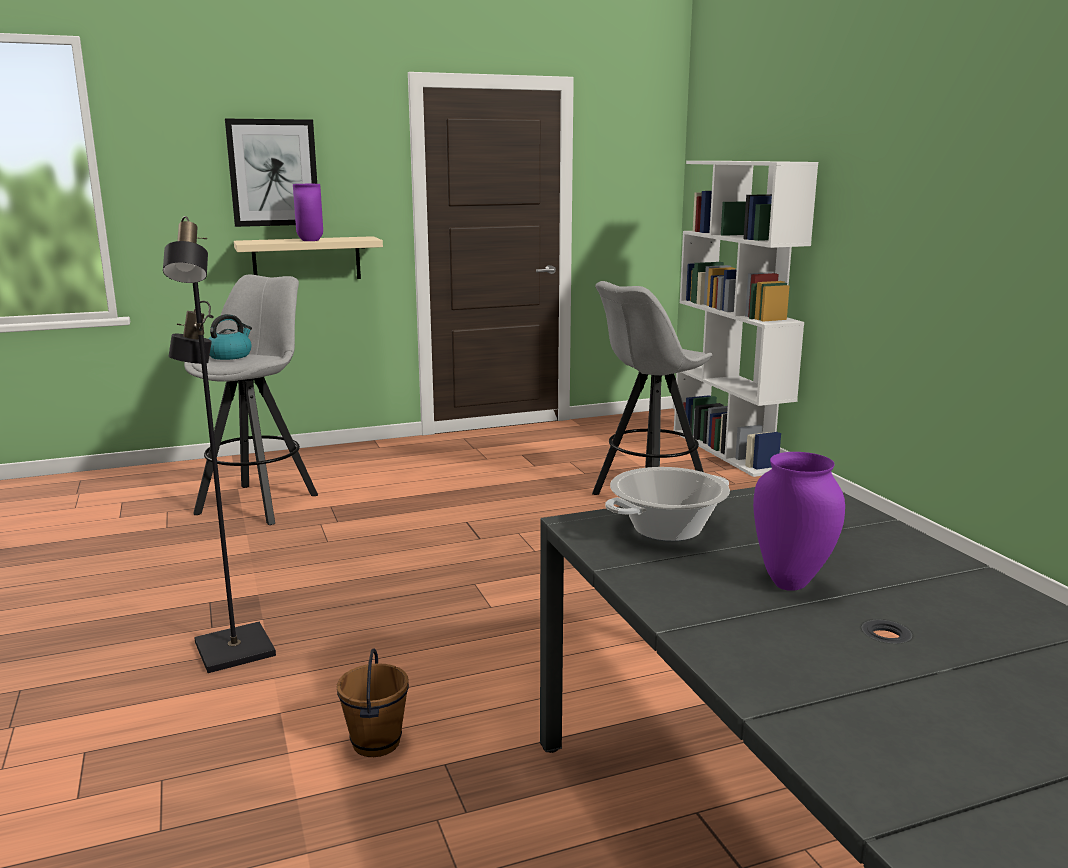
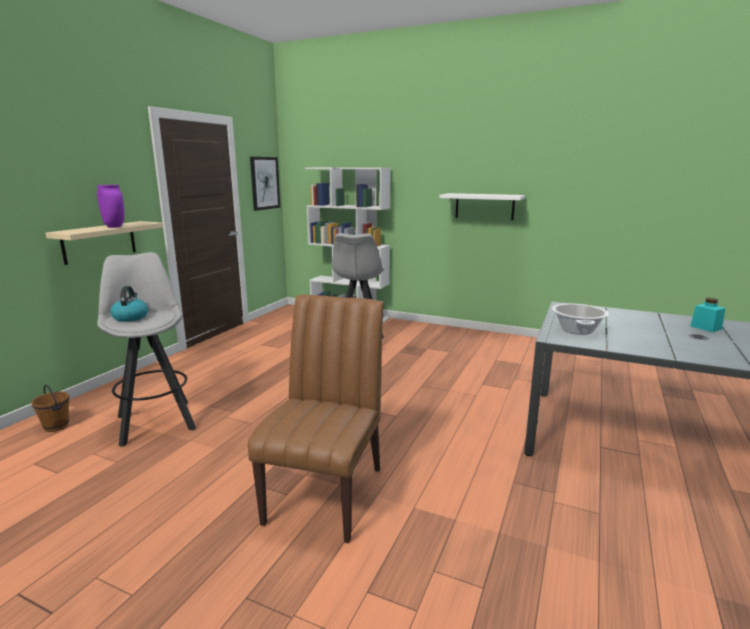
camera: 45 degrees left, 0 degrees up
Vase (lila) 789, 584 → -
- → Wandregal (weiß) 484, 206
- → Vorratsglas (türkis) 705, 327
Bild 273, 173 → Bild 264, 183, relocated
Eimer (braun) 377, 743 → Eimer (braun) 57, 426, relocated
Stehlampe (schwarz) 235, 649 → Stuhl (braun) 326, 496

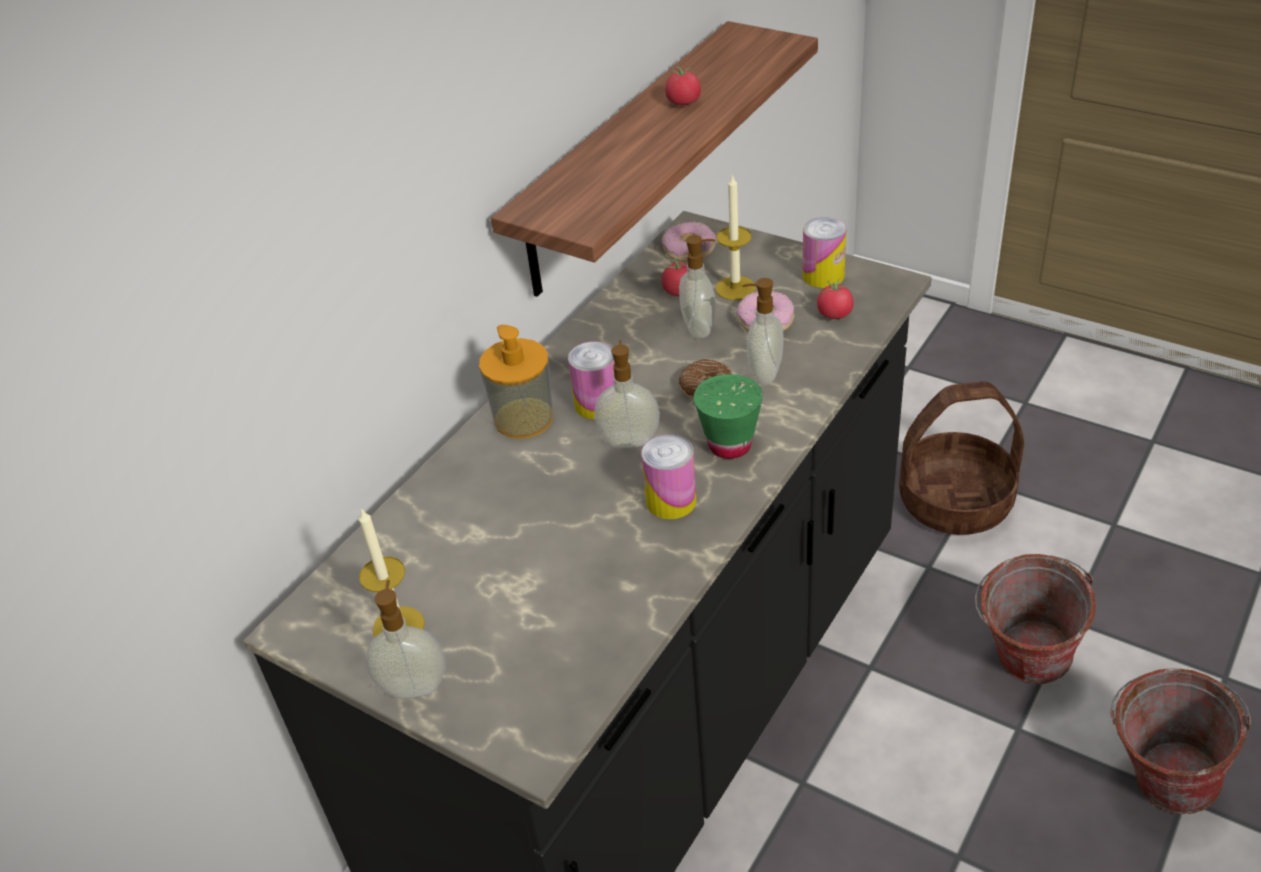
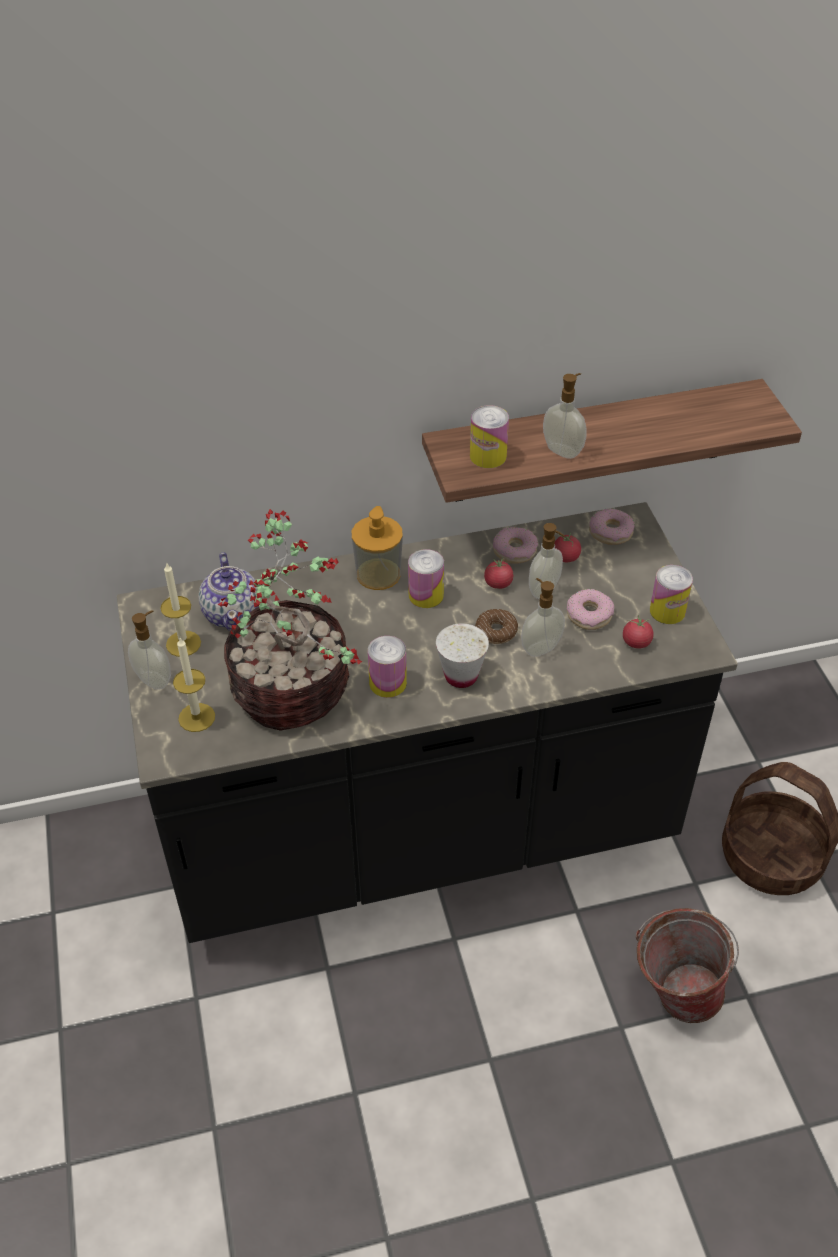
camera: 40 degrees right, 5 degrees up
Eimer 1155, 785 → -
- → Teekanne 233, 613
- → Topfpflanze 294, 690
- → Dose 488, 456
- → Donut 514, 550
Seifenspender 629, 439 → Seifenspender 563, 450, relocated
Tomate 683, 102 → Tomate 498, 583, relocated
Kerze 735, 288 → Kerze 196, 717, relocated
Tasse (grün) 729, 445 → Tasse (weiß) 461, 676

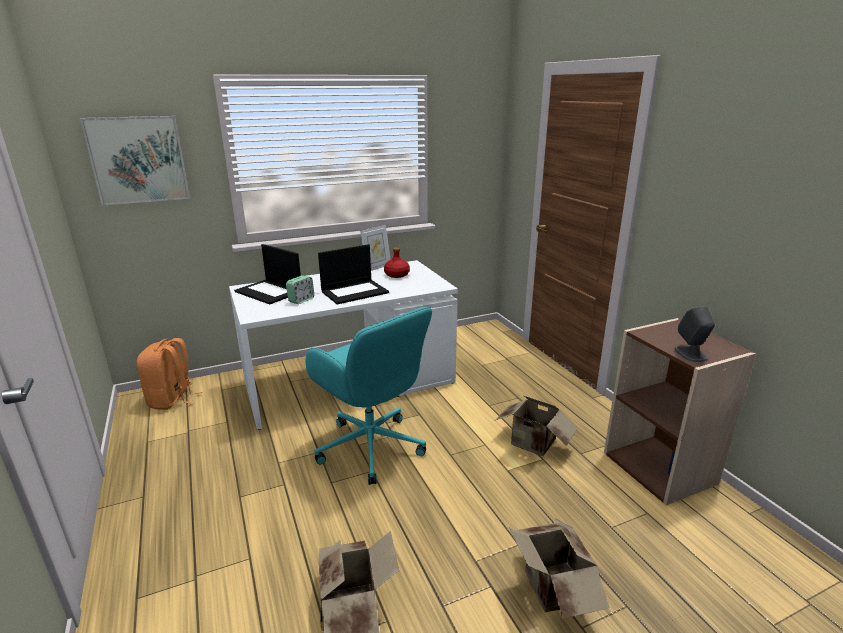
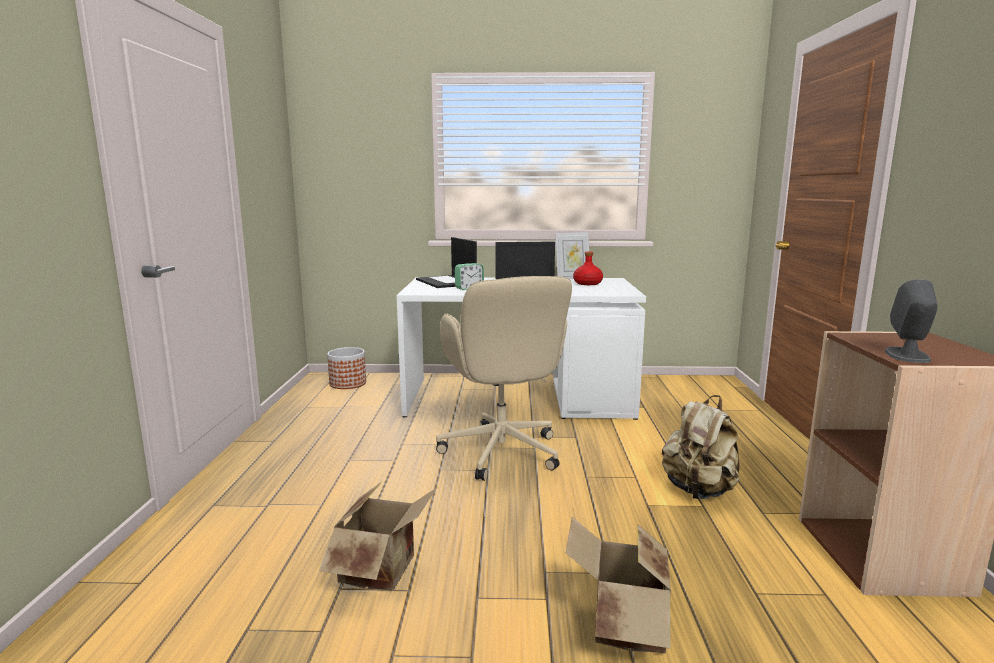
camera: 25 degrees right, 10 degrees down
Bild 138, 160 → -
Rucksack (orange) 172, 399 → Pflanzkübel 348, 383
Karton 533, 445 → Rucksack (beige) 699, 491
Bürostuhl (türkis) 371, 448 → Bürostuhl (beige) 501, 453

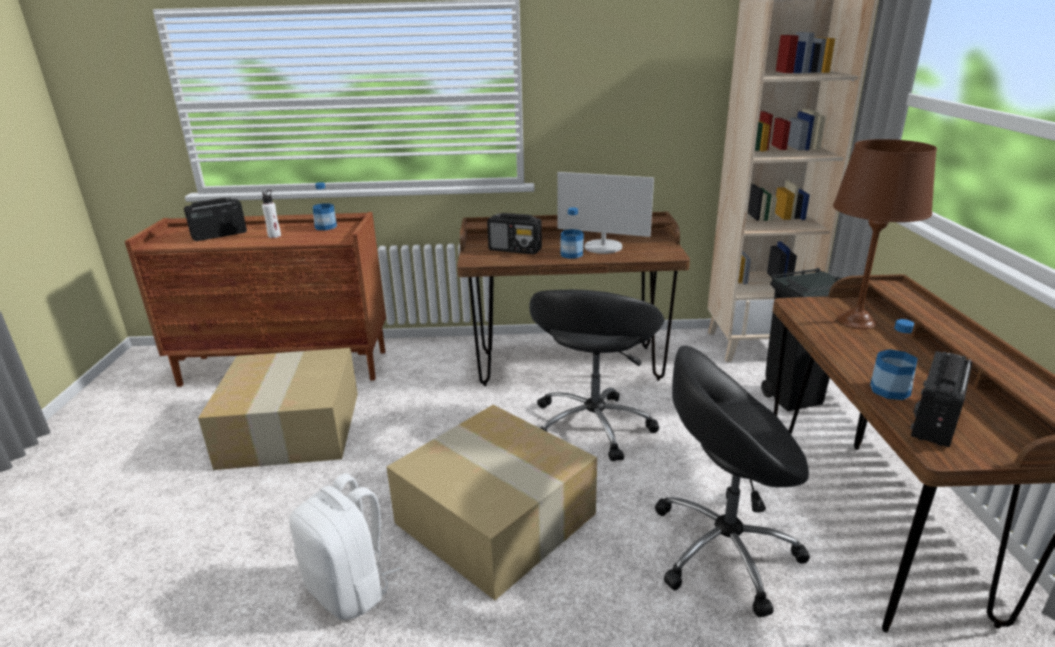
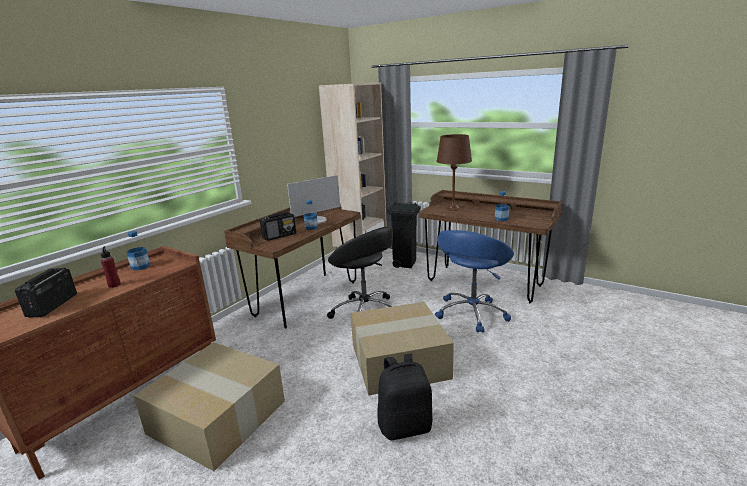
camera: 55 degrees left, 5 degrees down
Radio 934, 422 → -
Flasche (weiß) 274, 236 → Flasche (rot) 114, 285
Rucksack (weiß) 350, 589 → Rucksack (schwarz) 405, 426
Bürostuhl (schwarz) 720, 549 → Bürostuhl (blau) 471, 314

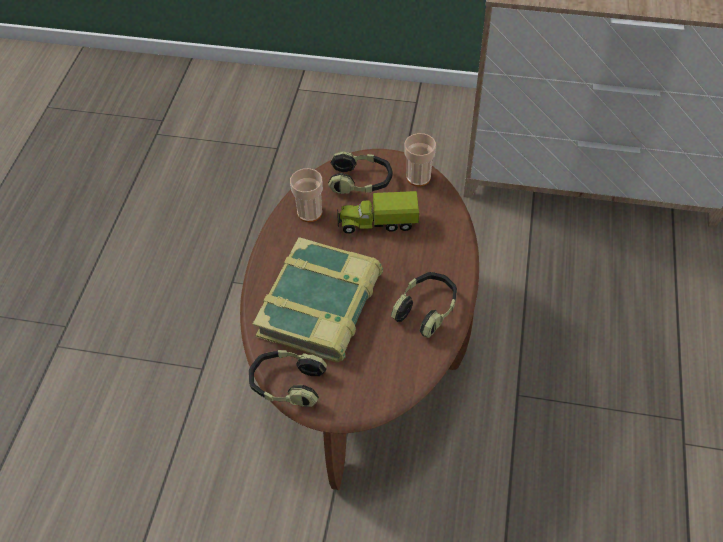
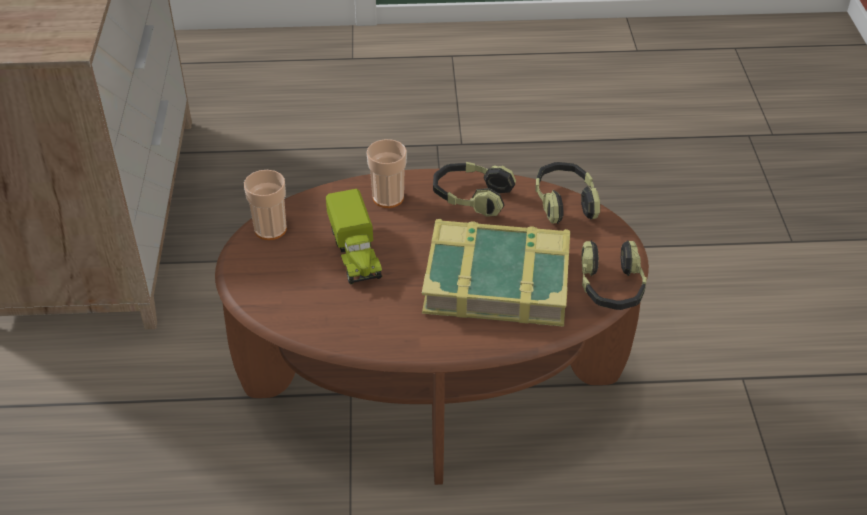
camera: 105 degrees left, 10 degrees down
Tasse 309, 212 → Tasse 388, 198, relocated
Kopfhörer 361, 181 → Kopfhörer 564, 202, relocated

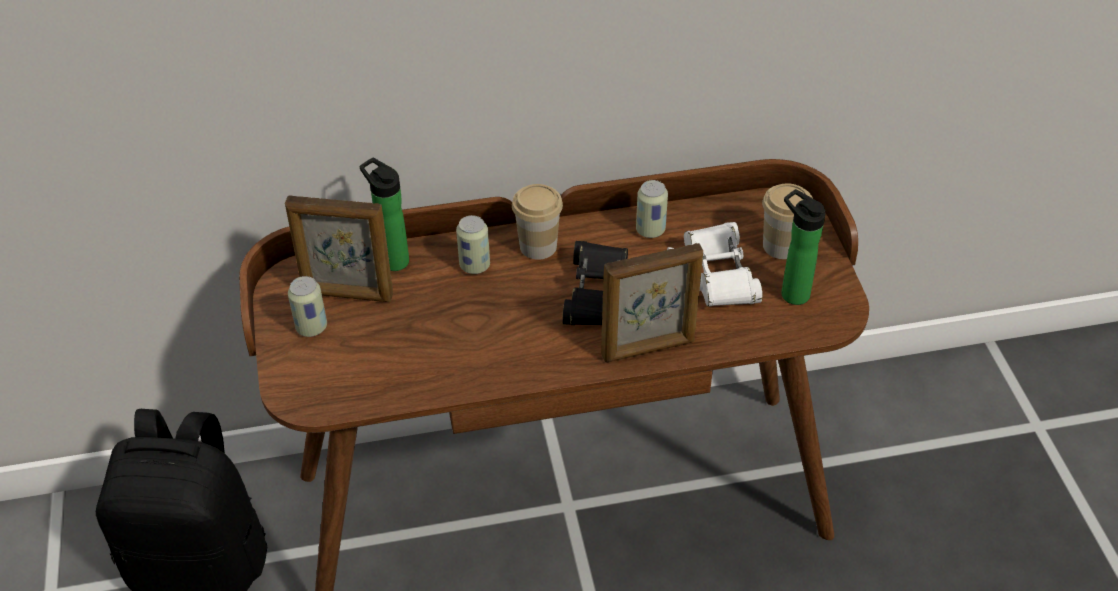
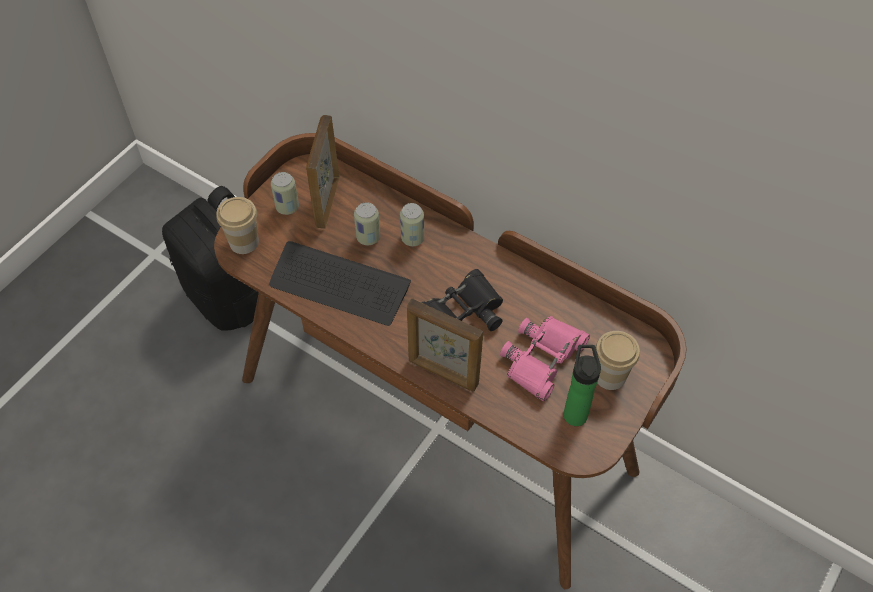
camera: 45 degrees right, 10 degrees up
Flasche 392, 259 → -
- → Tastatur 339, 285
Tasse 538, 246 → Tasse 244, 242, relocated
Dose 650, 230 → Dose 368, 238, relocated
Fernglas (weiß) 714, 274 → Fernglas (rosa) 542, 359
Bilderrahmen 348, 295 → Bilderrahmen 327, 202, 45 degrees clockwise

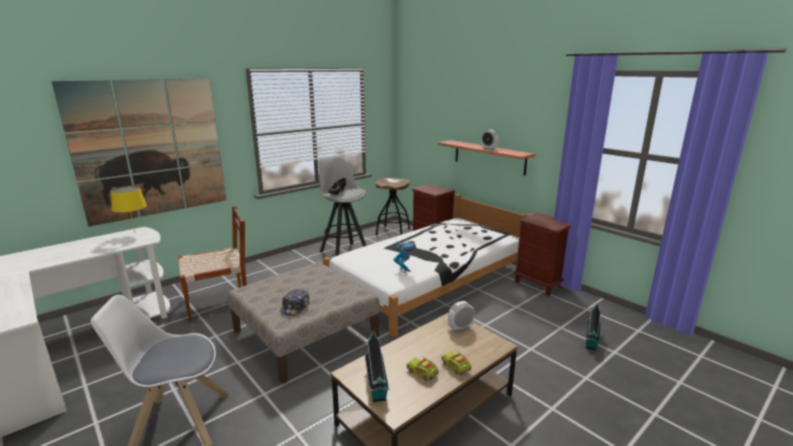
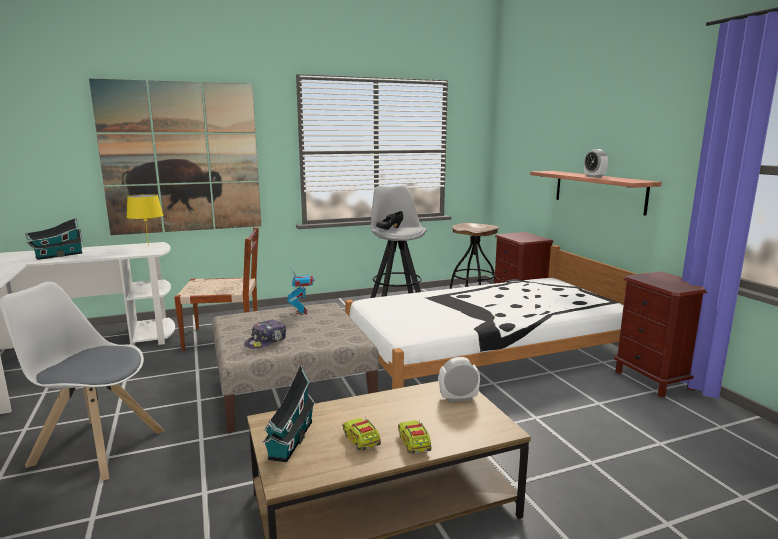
camera: 20 degrees right, 5 degrees down
Spielzeugroboter 404, 270 → Spielzeugroboter 302, 312, relocated
Spielzeughaus 591, 340 → Spielzeughaus 57, 255, relocated

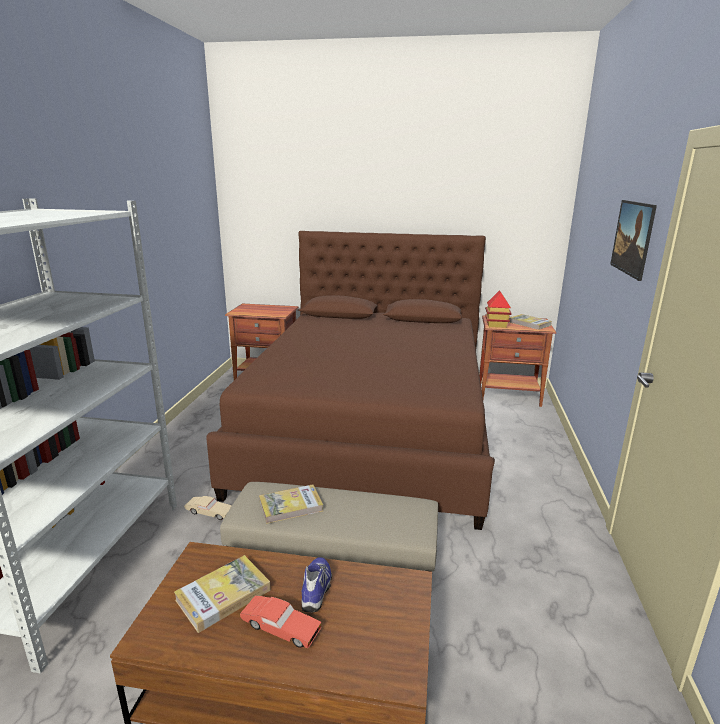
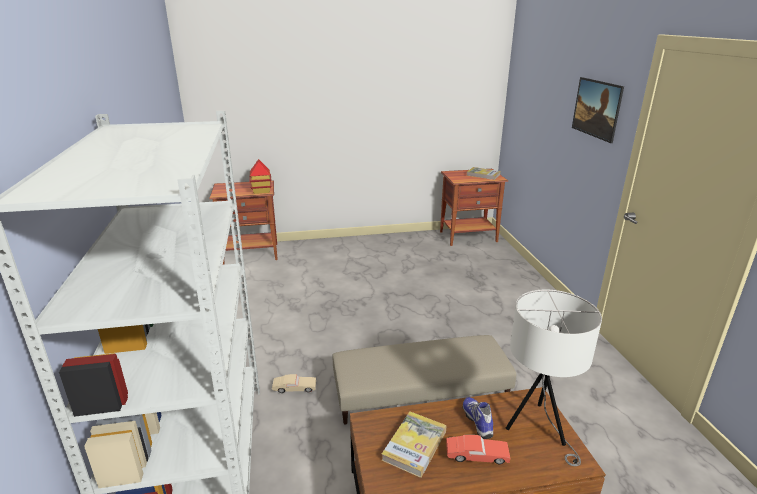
camera: 20 degrees left, 5 degrees up
Bett (braun) 370, 430 → -
Buch 291, 506 → -
- → Tischlampe (weiß) 538, 429
Spielzeughaus 496, 325 → Spielzeughaus 261, 191, relocated

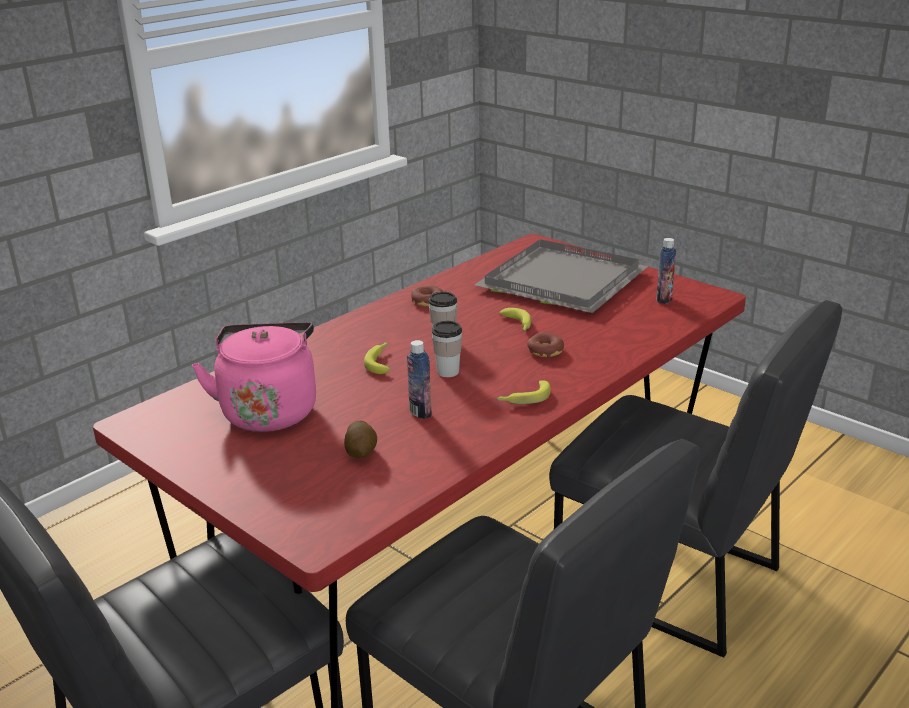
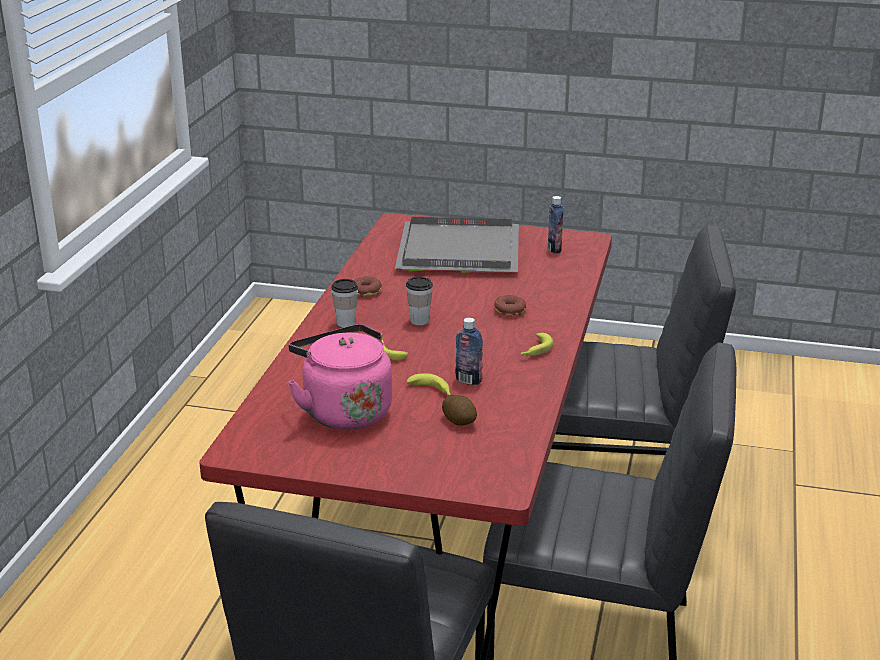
camera: 30 degrees left, 0 degrees up
Tasse 448, 372 → Tasse 346, 323, relocated
Banane 517, 325 → Banane 432, 391, relocated

